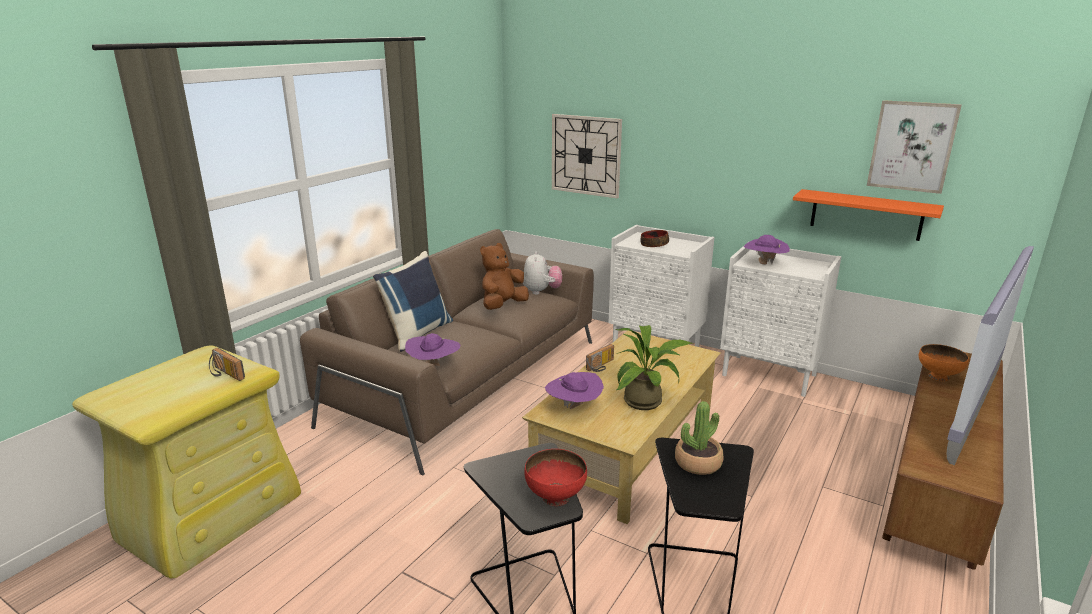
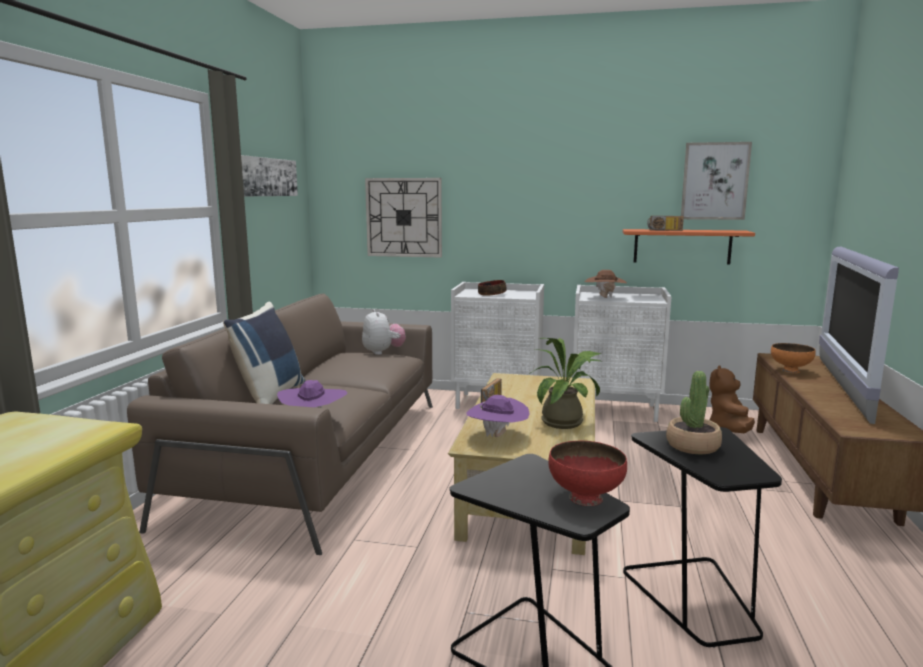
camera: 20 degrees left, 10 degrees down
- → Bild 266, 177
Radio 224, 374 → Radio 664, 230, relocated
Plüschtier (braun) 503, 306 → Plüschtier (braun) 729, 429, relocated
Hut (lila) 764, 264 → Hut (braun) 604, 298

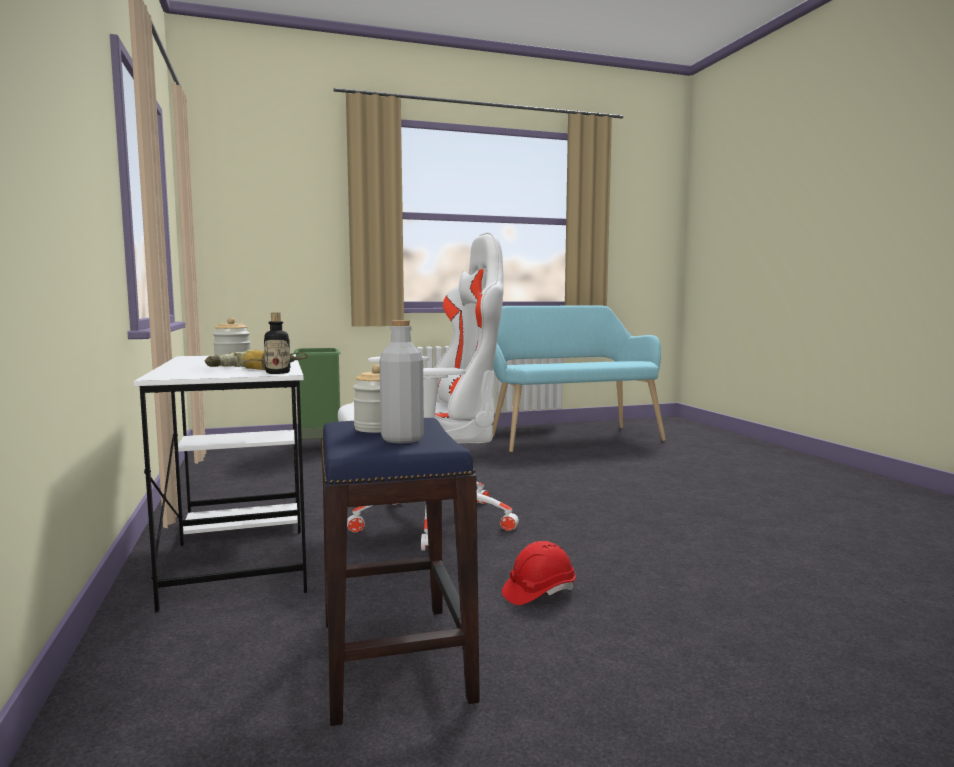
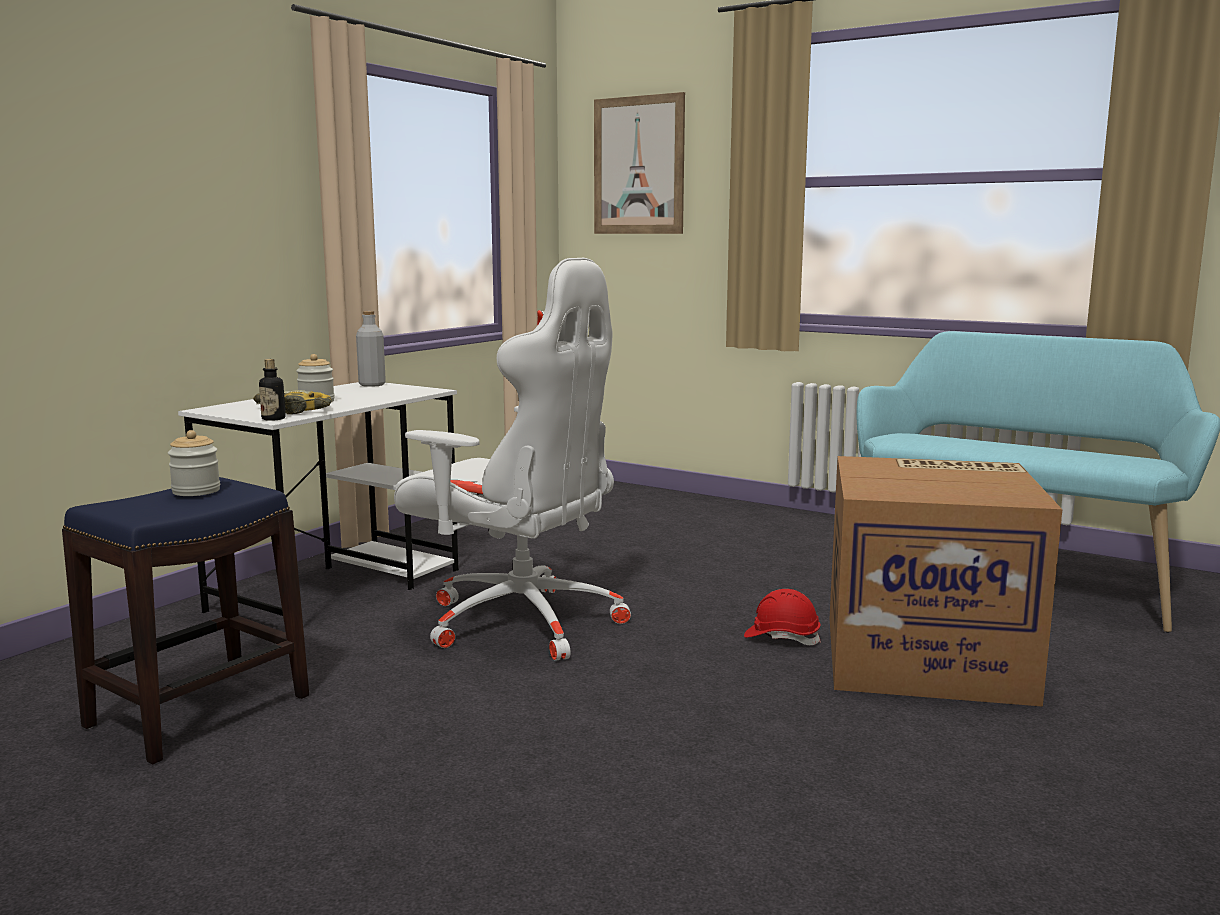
camera: 50 degrees right, 5 degrees up
Mülleimer (grün) 319, 447 → -
- → Bild 638, 166
- → Karton 927, 656
Flasche (grau) 402, 439 → Flasche (grau) 372, 385, relocated
Schutzhelm (rot) 538, 592 → Schutzhelm (rot) 781, 638, relocated

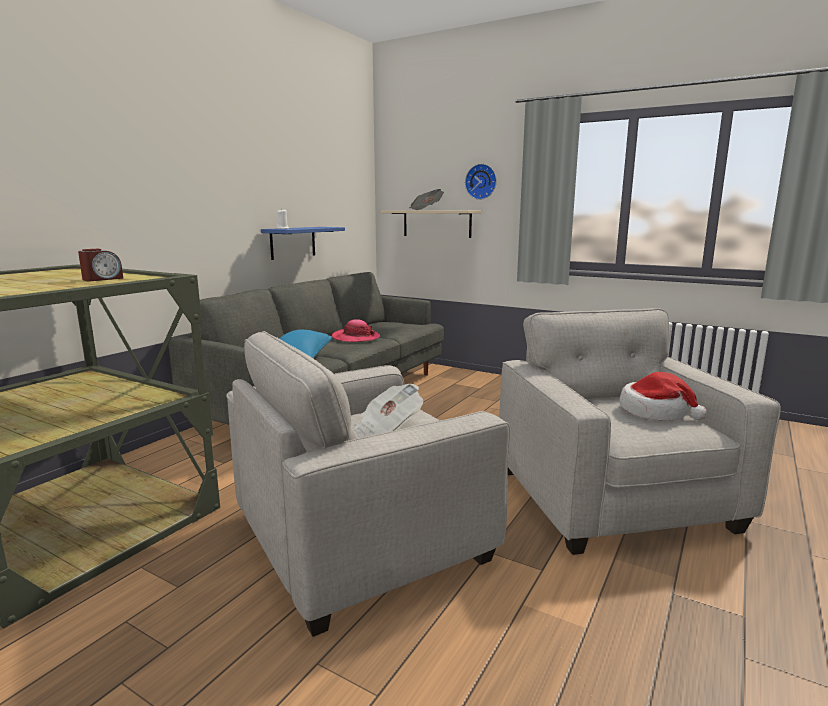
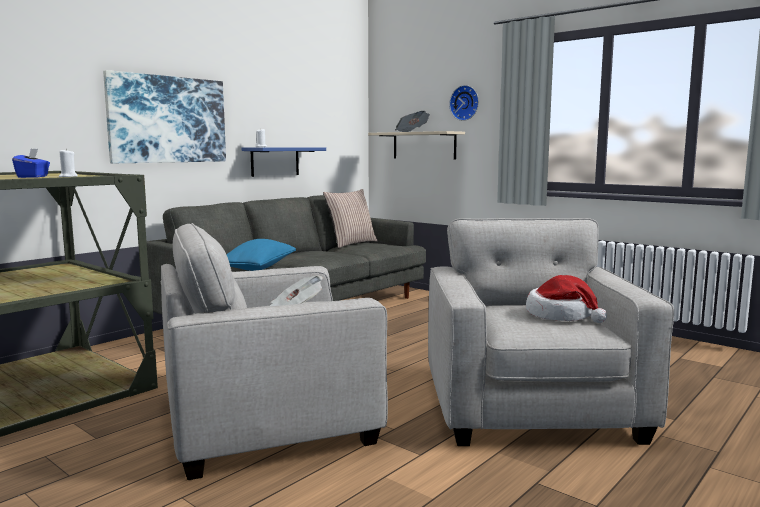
camera: 10 degrees right, 5 degrees down
Hut 355, 338 → -
- → Taschentuchbox (blau) 33, 177
- → Bild 168, 119
- → Kissen 351, 243
Wecker 102, 279 → Kerze (weiß) 68, 176

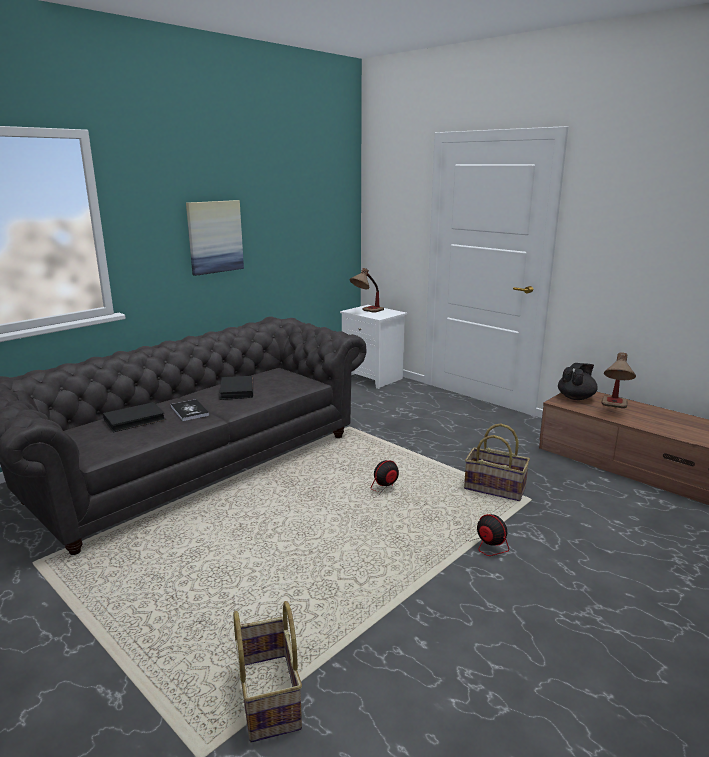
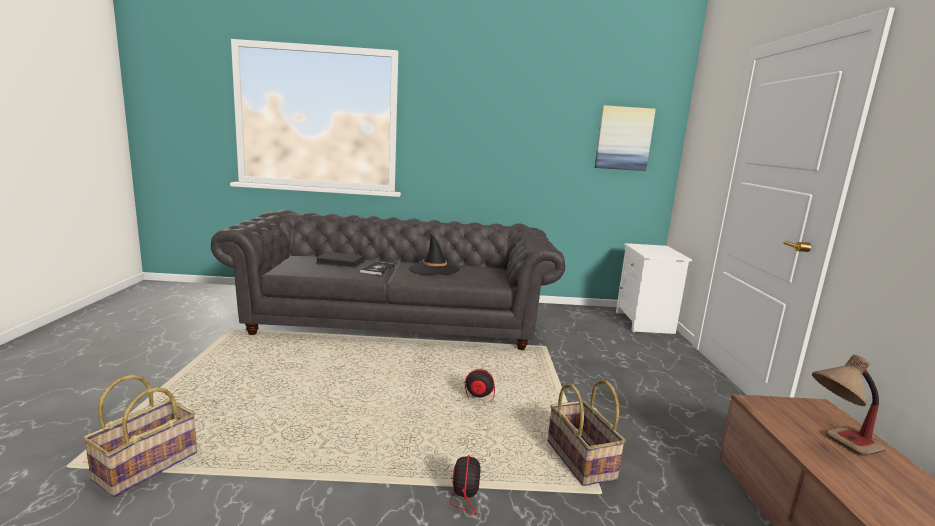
camera: 45 degrees right, 5 degrees down
Tischlampe 366, 312 → -
Teekanne (schwarz) 576, 397 → -
Bild 214, 237 → Bild 623, 138, relocated
Buch (schwarz) 237, 390 → Hut (schwarz) 434, 269

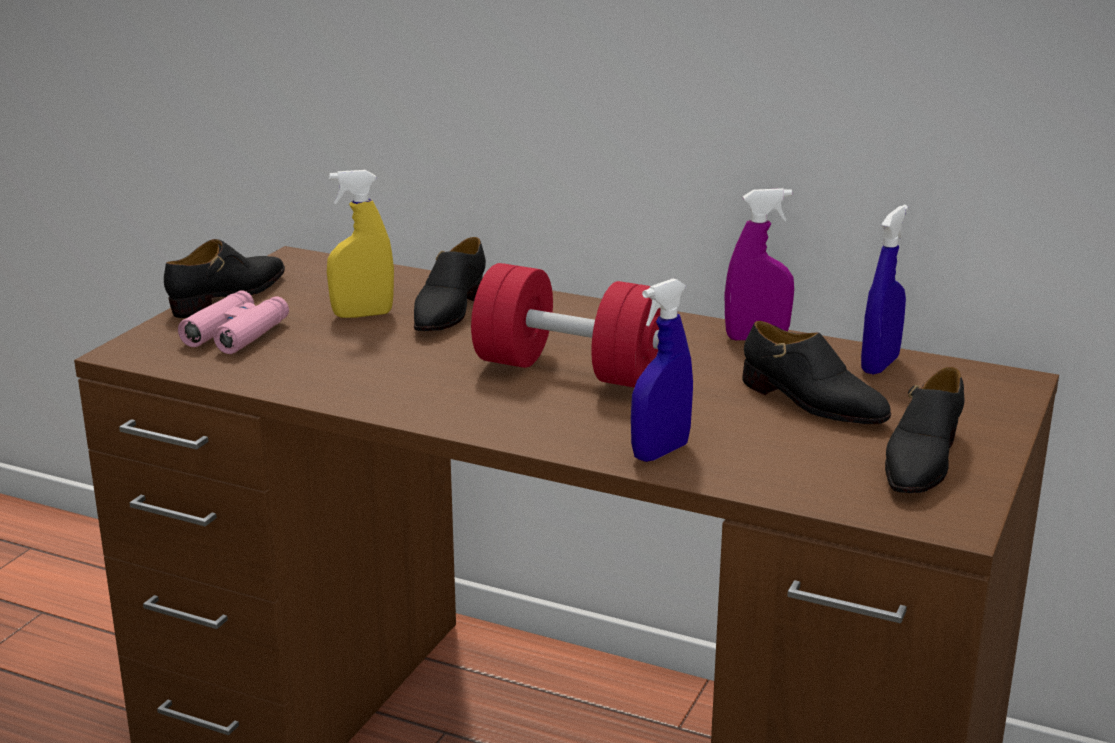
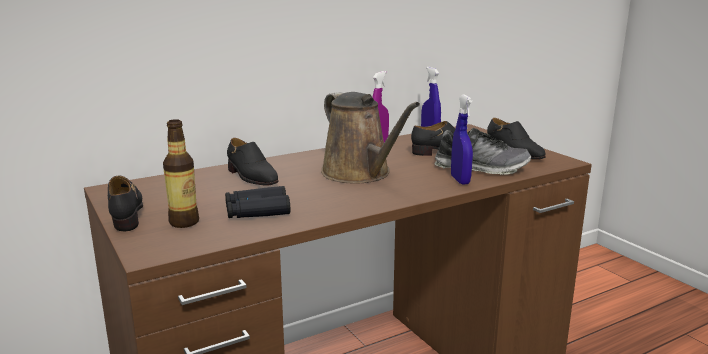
camera: 55 degrees left, 5 degrees down
Sprühflasche (gelb) 362, 314 → -
- → Fernglas (schwarz) 257, 211
- → Schuh 481, 168
Fernglas (rosa) 237, 333 → Flasche 184, 222
Hantel (rot) 571, 371 → Gießkanne (braun) 360, 174

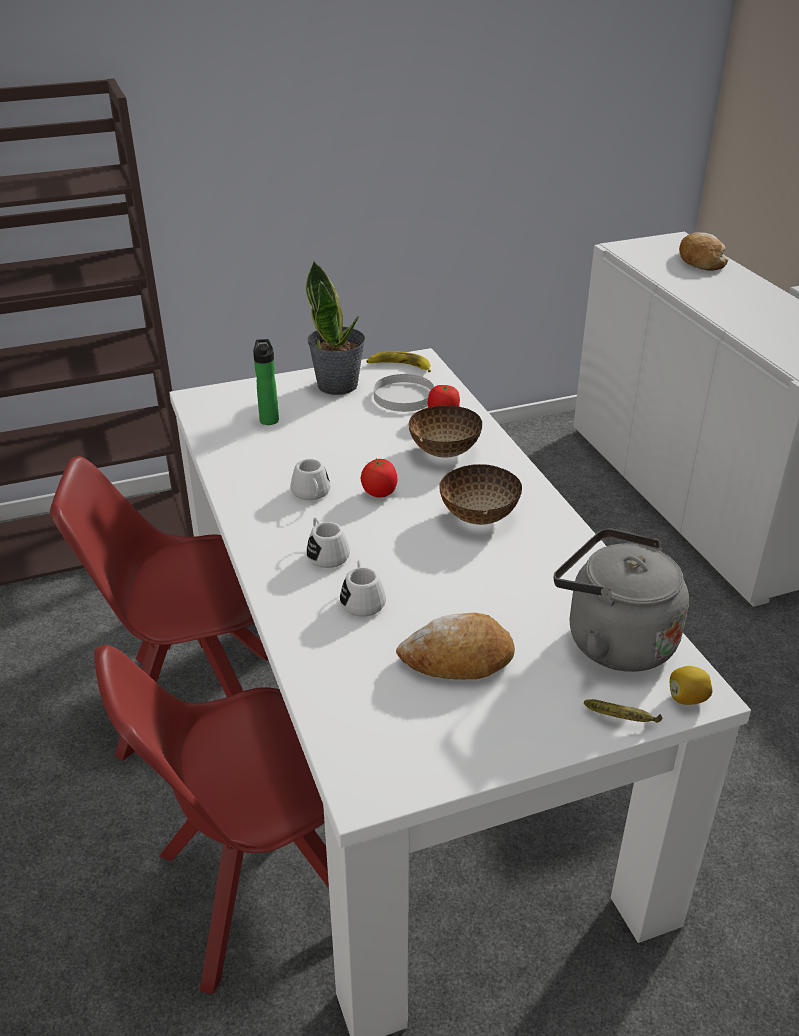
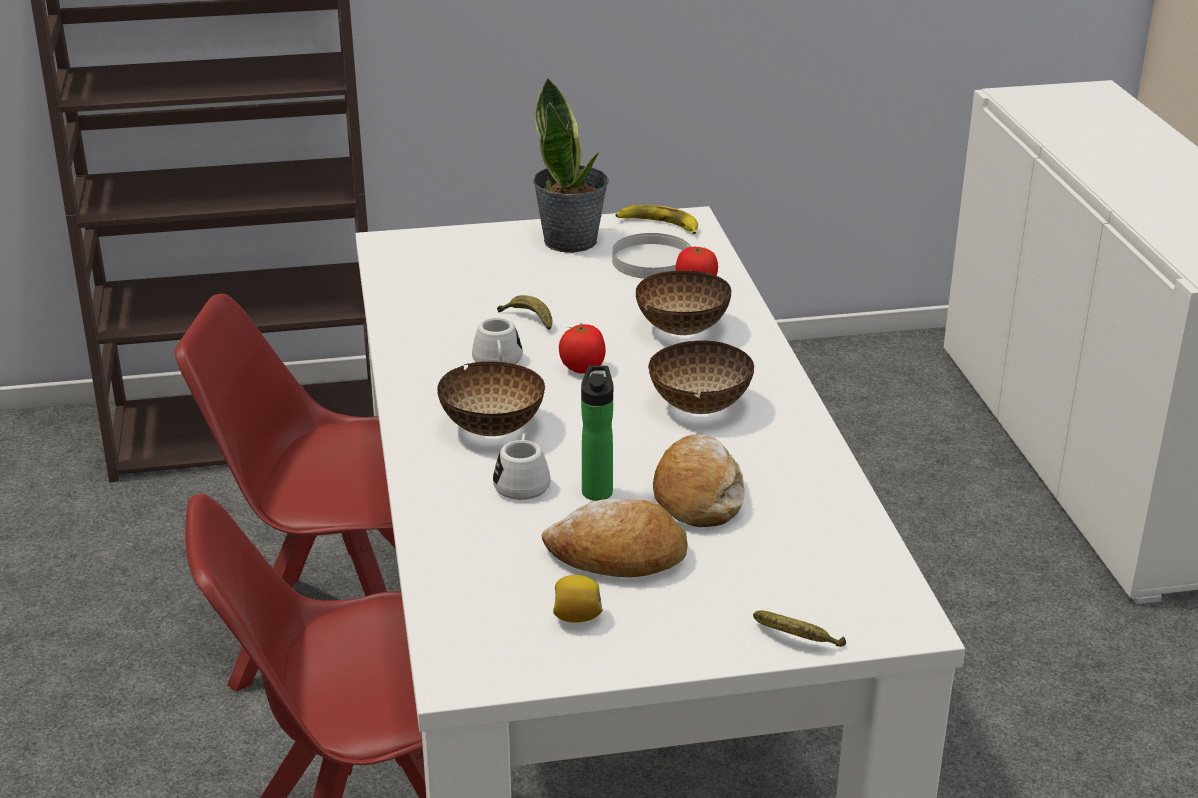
camera: 10 degrees right, 5 degrees down
Wasserkessel (grau) 613, 640 → -
- → Banane 528, 319
Flasche 269, 419 → Flasche 597, 489, relocated
Zitrone 687, 698 → Zitrone 576, 617, relocated
Brot 700, 260 → Brot 698, 495, relocated
Henkelbecher (weiß) 325, 553 → Schüssel 494, 428

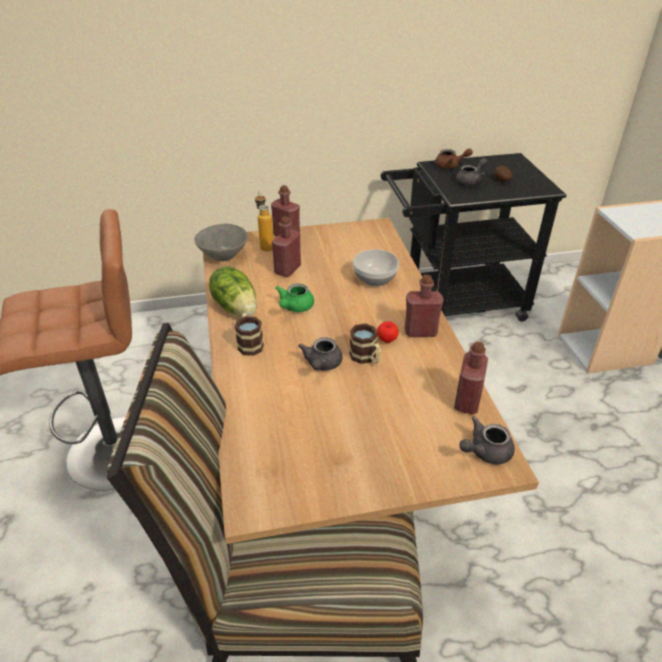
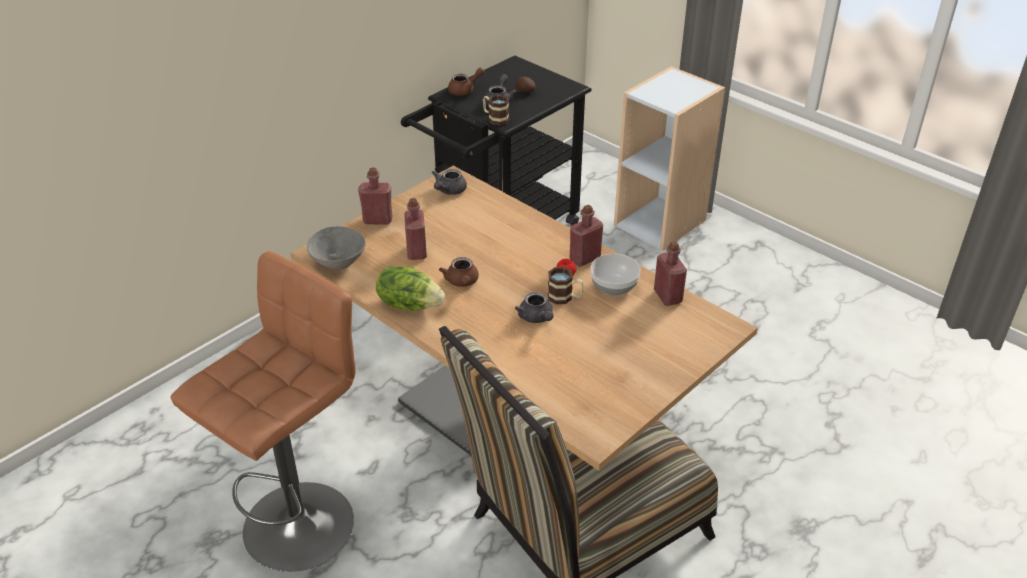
camera: 35 degrees left, 0 degrees up
Flasche 265, 245 → -
Henkelbecher 249, 343 → Henkelbecher 495, 118, relocated
Schüssel 374, 279 → Schüssel 614, 287, relocated
Teekanne (grau) 485, 452 → Teekanne (grau) 449, 191, relocated
Teekanne (grün) 294, 307 → Teekanne (braun) 462, 282

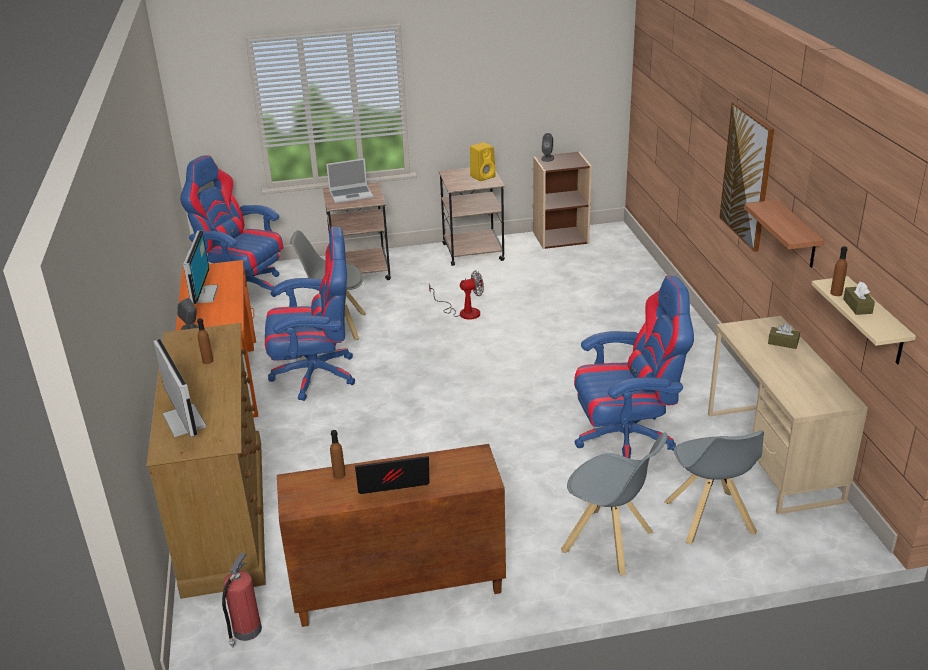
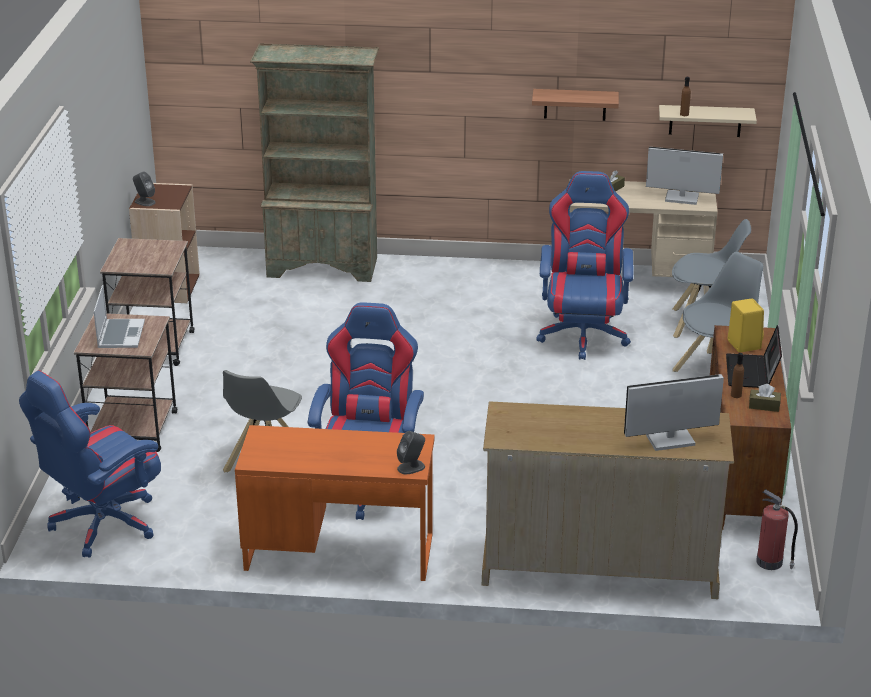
camera: 75 degrees left, 0 degrees up
Flasche (braun) 208, 361 → -
Ventilator 463, 312 → -
Bild 747, 176 → -
- → Bücherregal (grün) 323, 267
Monitor 202, 295 → Monitor 681, 198, relocated
Lautsprecher (gelb) 483, 176 → Lautsprecher (gelb) 743, 344, relocated
Taschentuchbox (braun) 857, 306 → Taschentuchbox (braun) 764, 406, relocated

